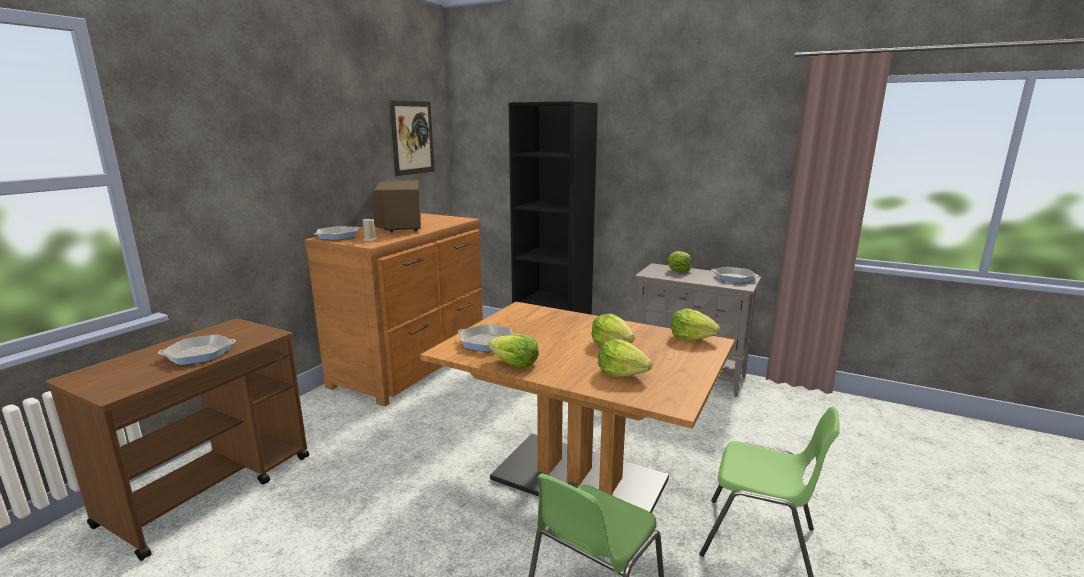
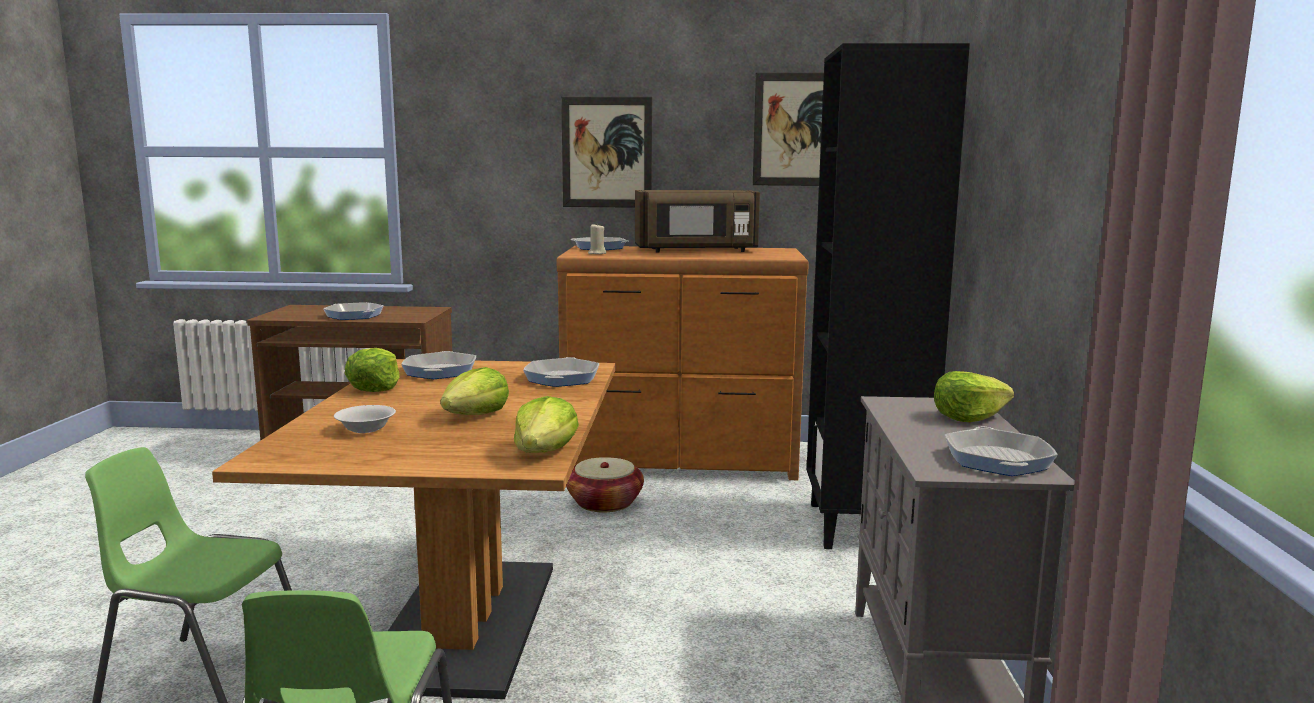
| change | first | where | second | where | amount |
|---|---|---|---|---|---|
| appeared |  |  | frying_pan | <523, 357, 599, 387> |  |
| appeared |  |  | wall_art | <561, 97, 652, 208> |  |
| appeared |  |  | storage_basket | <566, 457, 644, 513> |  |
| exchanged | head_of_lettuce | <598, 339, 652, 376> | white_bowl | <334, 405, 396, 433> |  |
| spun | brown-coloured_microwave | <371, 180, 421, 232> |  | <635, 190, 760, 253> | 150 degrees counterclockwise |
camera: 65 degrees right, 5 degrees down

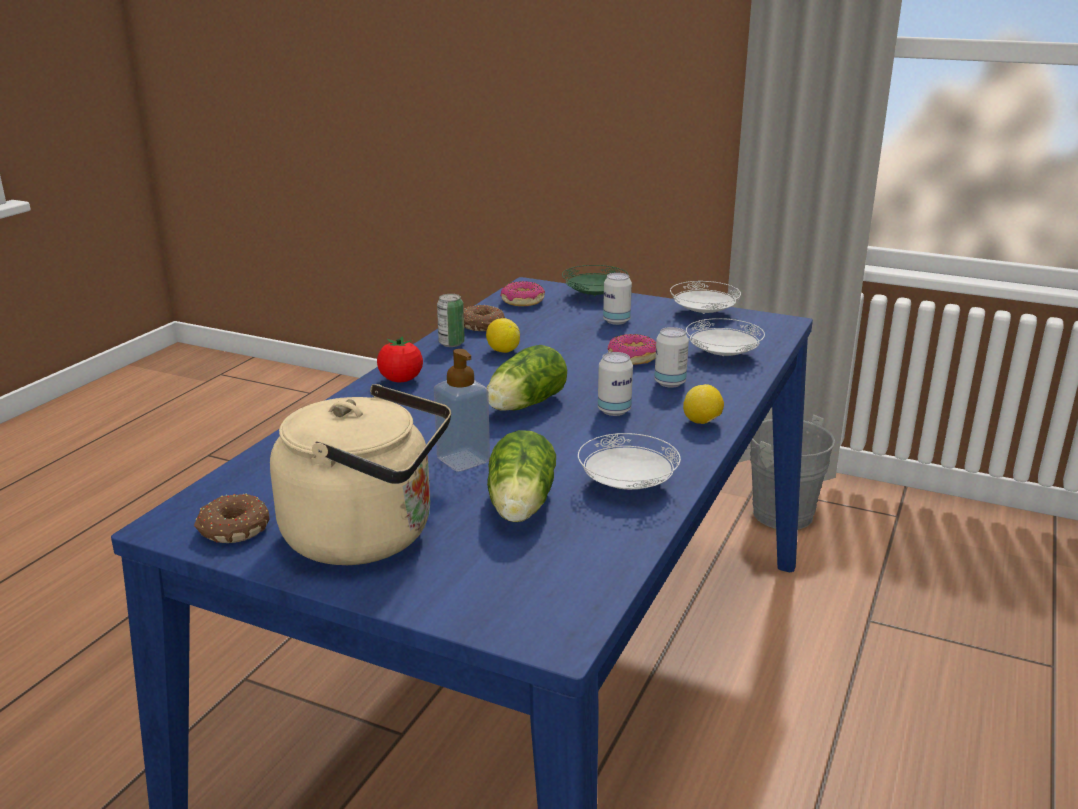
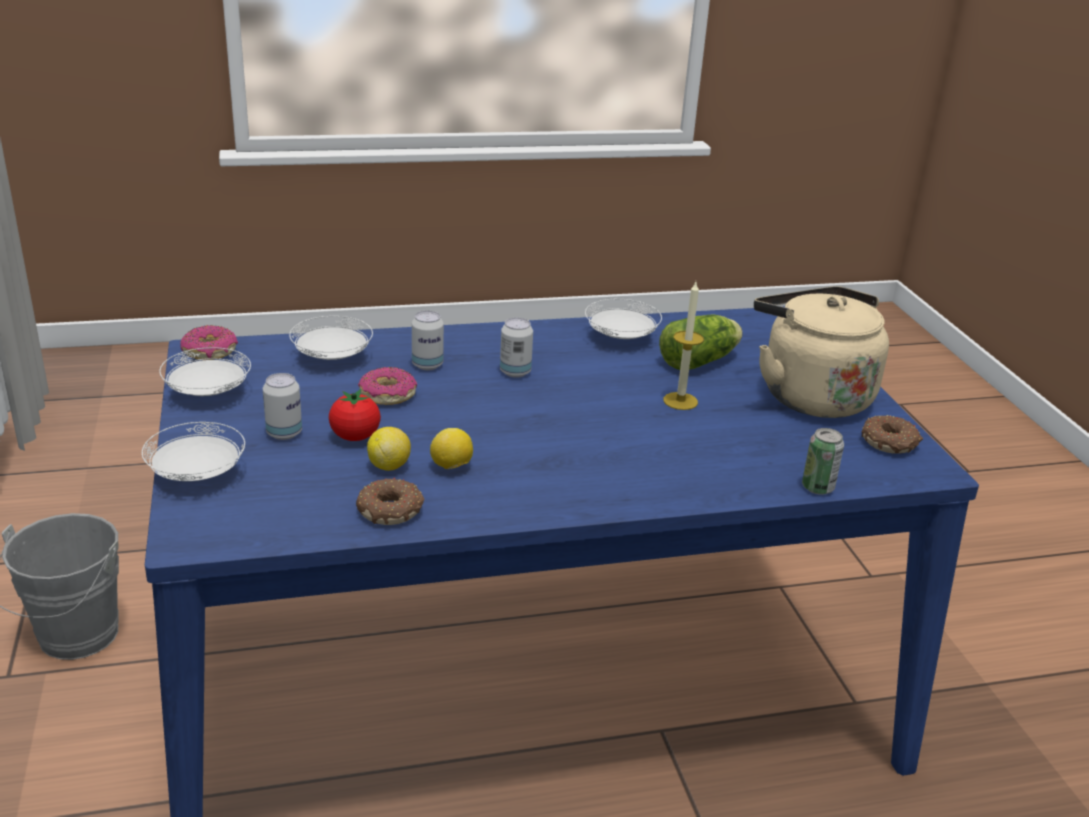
| change | first | where | second | where | amount |
|---|---|---|---|---|---|
| missing | head_of_lettuce | <487, 345, 567, 411> |  |  |  |
| relocated | whole_tomato | <377, 336, 423, 382> |  | <329, 389, 381, 441> |  |
| relocated | can | <437, 294, 465, 347> |  | <802, 428, 844, 495> |  |
| relocated | doughnut | <500, 281, 545, 306> |  | <180, 325, 238, 360> |  |
| relocated | citrus_fruit | <683, 384, 724, 424> |  | <367, 427, 411, 471> |  |
| exchanged | soap_bottle | <434, 349, 490, 472> | candle | <663, 282, 704, 410> |  |
| colour | green_flat_dish | <562, 265, 629, 296> | white_flat_dish | <142, 422, 245, 481> |  |
camera: 130 degrees left, 5 degrees up

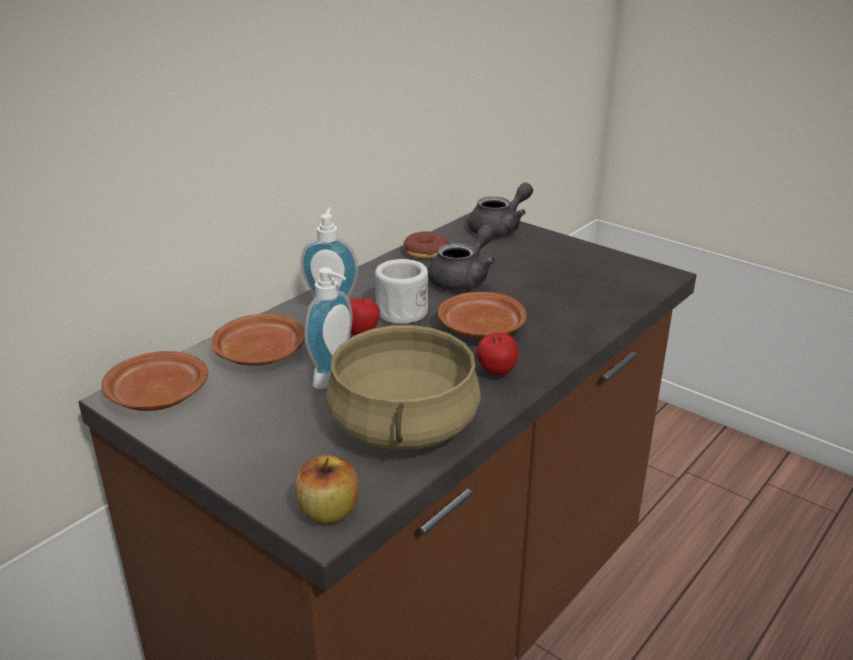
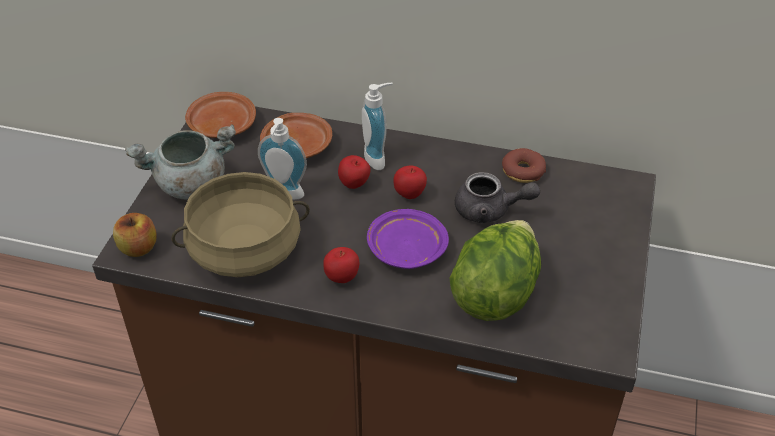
| change | first | where | second | where | amount |
|---|---|---|---|---|---|
| missing | greyish_pot_for_tea | <468, 183, 533, 237> |  |  |  |
| appeared |  |  | greyish_stockpot | <125, 124, 236, 199> |  |
| appeared |  |  | head_of_lettuce | <449, 220, 541, 321> |  |
| exchanged | white_coffee_mug | <375, 259, 428, 324> | apple | <394, 165, 427, 199> |  |
| colour | brown-coloured_flat_dish | <438, 292, 527, 339> | purple-coloured_flat_dish | <367, 209, 449, 269> |  |
camera: 65 degrees right, 15 degrees up

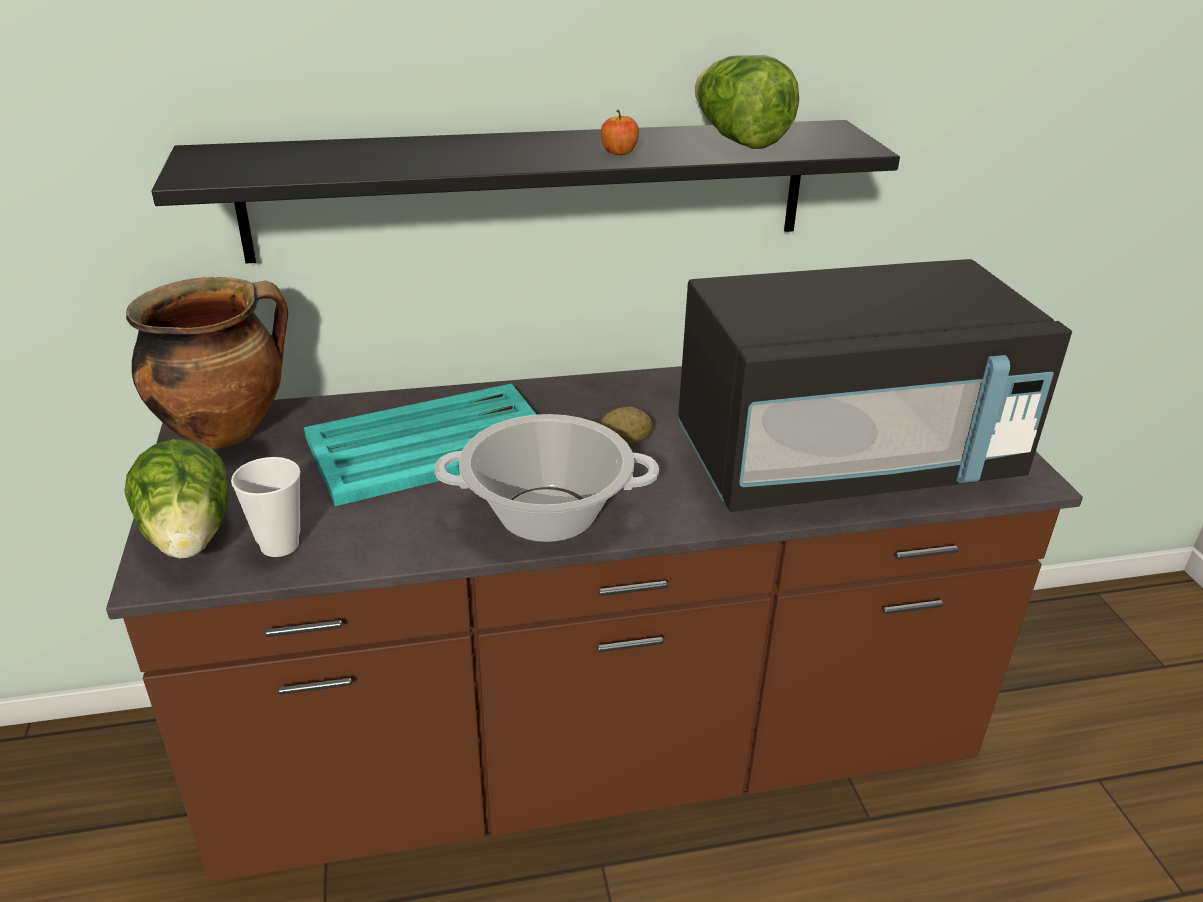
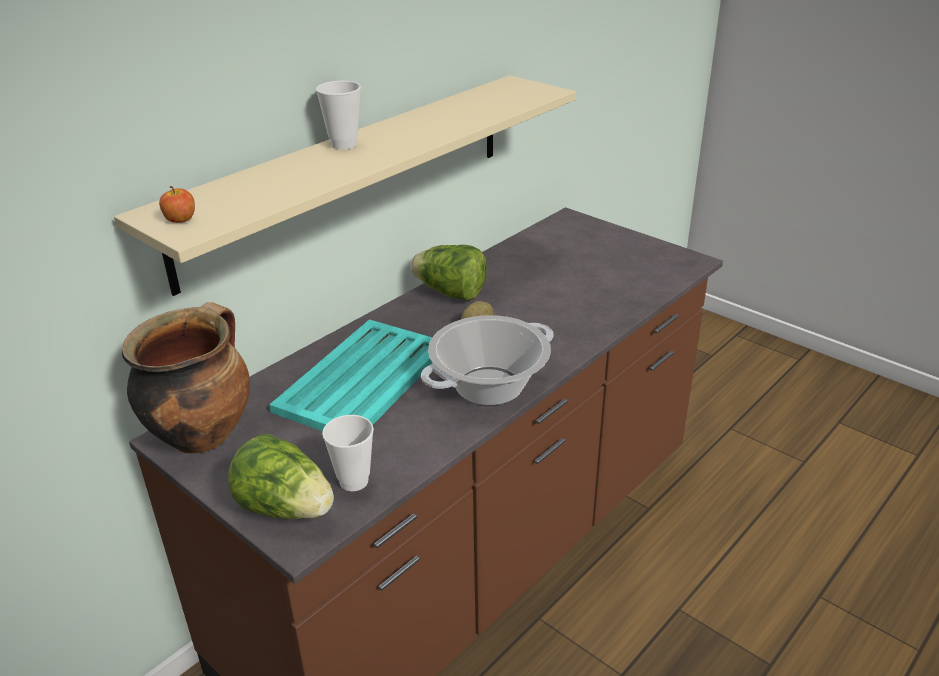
| change | first | where | second | where | amount |
|---|---|---|---|---|---|
| missing | black-coloured_microwave | <678, 259, 1072, 512> |  |  |  |
| appeared |  |  | small_cup | <316, 81, 361, 149> |  |
| relocated | apple | <601, 110, 639, 155> |  | <159, 186, 195, 223> |  |
| relocated | head_of_lettuce | <695, 55, 799, 149> |  | <411, 245, 487, 300> |  |
| colour | black-coloured_shelf | <152, 120, 900, 263> | beige_shelf | <114, 75, 576, 296> |  |
camera: 35 degrees left, 0 degrees up

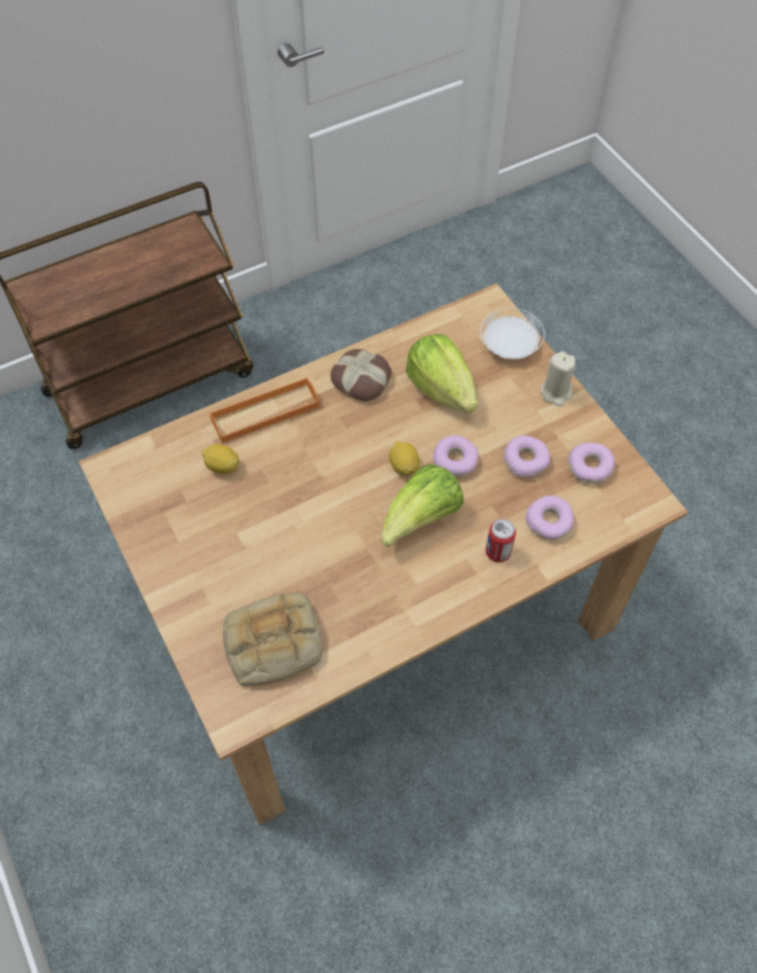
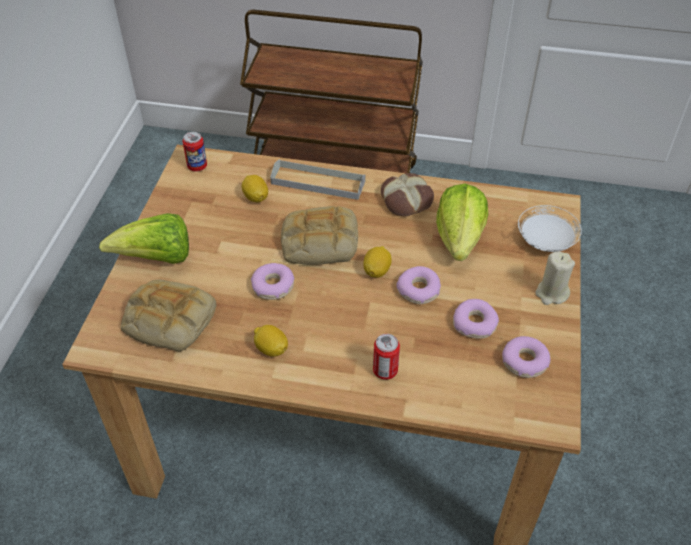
| change | first | where | second | where | amount |
|---|---|---|---|---|---|
| appeared |  |  | can | <183, 132, 207, 171> |  |
| appeared |  |  | citrus_fruit | <254, 325, 288, 357> |  |
| appeared |  |  | bread | <281, 206, 358, 265> |  |
| relocated | head_of_lettuce | <381, 464, 464, 547> |  | <99, 213, 189, 264> |  |
| relocated | doughnut | <525, 496, 574, 540> |  | <251, 263, 295, 300> |  |
| colour | orangey_carrying_tray | <209, 377, 320, 443> | greyish_carrying_tray | <270, 159, 366, 200> |  |
camera: 40 degrees right, 10 degrees down

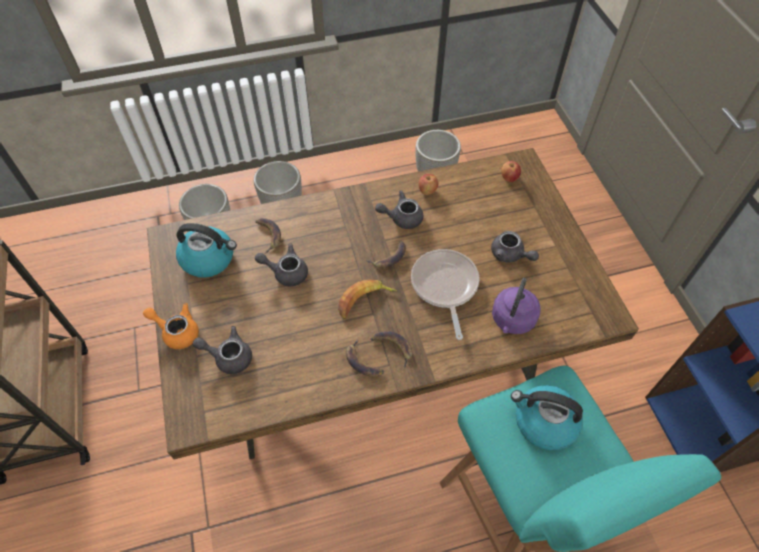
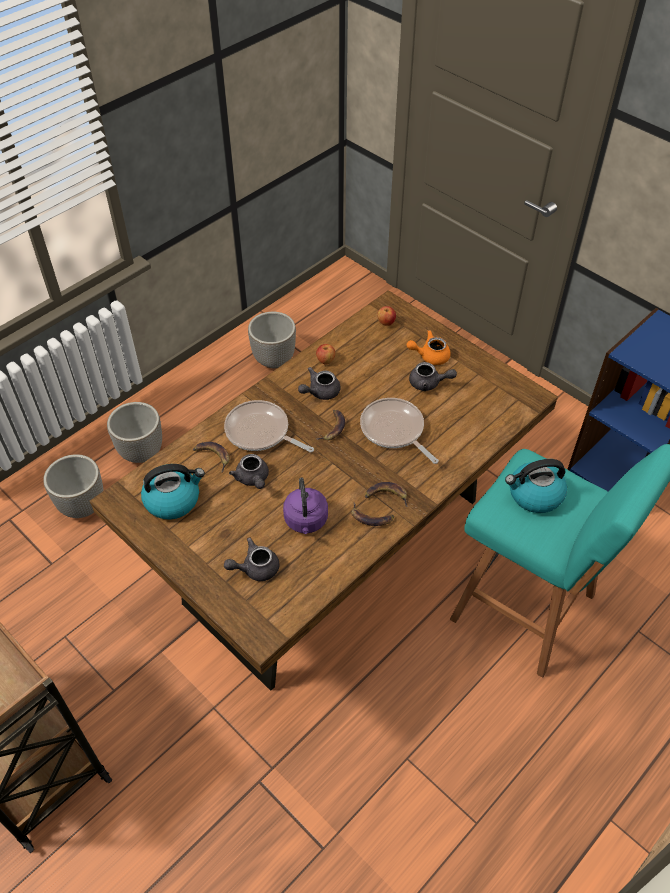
| change | first | where | second | where | amount |
|---|---|---|---|---|---|
| missing | whole_banana | <338, 280, 397, 319> |  |  |  |
| appeared |  |  | frying_pan | <224, 400, 314, 452> |  |
| relocated | orangey_pot_for_tea | <143, 303, 199, 349> |  | <406, 330, 451, 365> |  |
| relocated | purple-coloured_tea_kettle | <492, 278, 541, 334> |  | <283, 477, 328, 534> |  |
| spun | greyish_pot_for_tea | <255, 244, 308, 287> |  | <229, 454, 269, 489> | 90 degrees counterclockwise |
camera: 30 degrees left, 5 degrees down

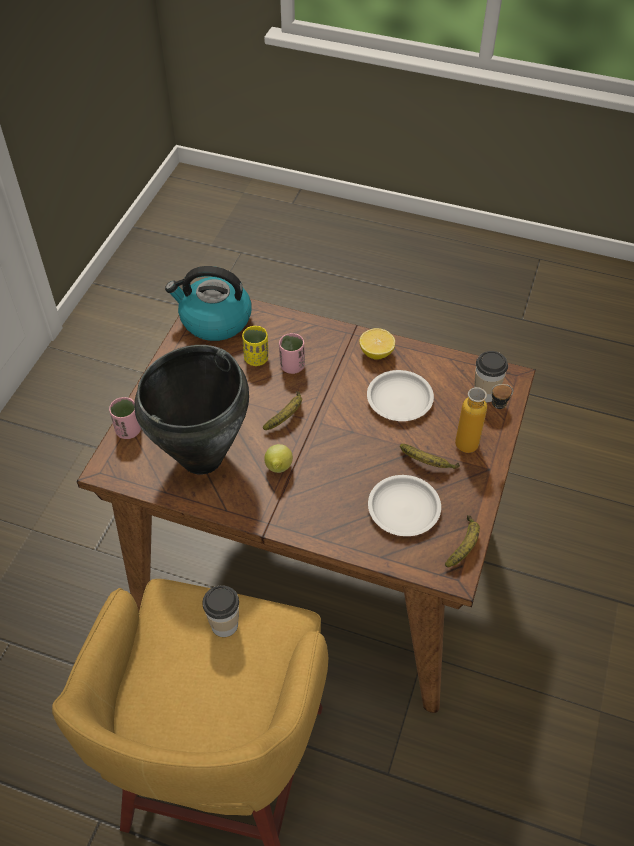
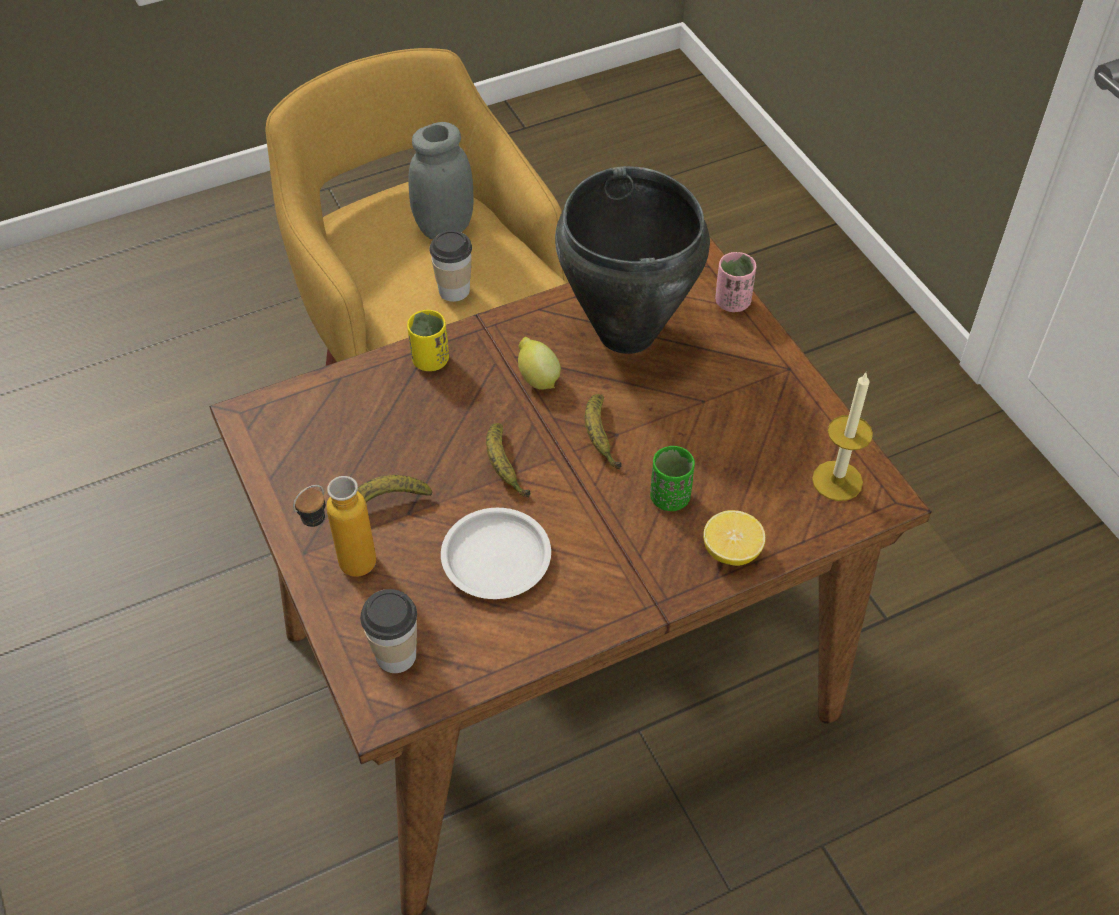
| change | first | where | second | where | amount |
|---|---|---|---|---|---|
| missing | white_flat_dish | <368, 475, 441, 536> |  |  |  |
| appeared |  |  | greyish_jar | <408, 122, 473, 239> |  |
| relocated | yellowish_small_cup | <242, 326, 268, 366> |  | <407, 310, 449, 371> |  |
| relocated | citrus_fruit | <360, 328, 395, 360> |  | <703, 510, 765, 566> |  |
| relocated | whole_banana | <445, 515, 480, 567> |  | <486, 423, 530, 498> |  |
| exchanged | tea_kettle | <165, 266, 252, 341> | candle | <812, 373, 873, 501> |  |
| colour | pink-coloured_small_cup | <279, 333, 305, 374> | green_small_cup | <650, 446, 695, 511> |  |
camera: 135 degrees right, 0 degrees up

